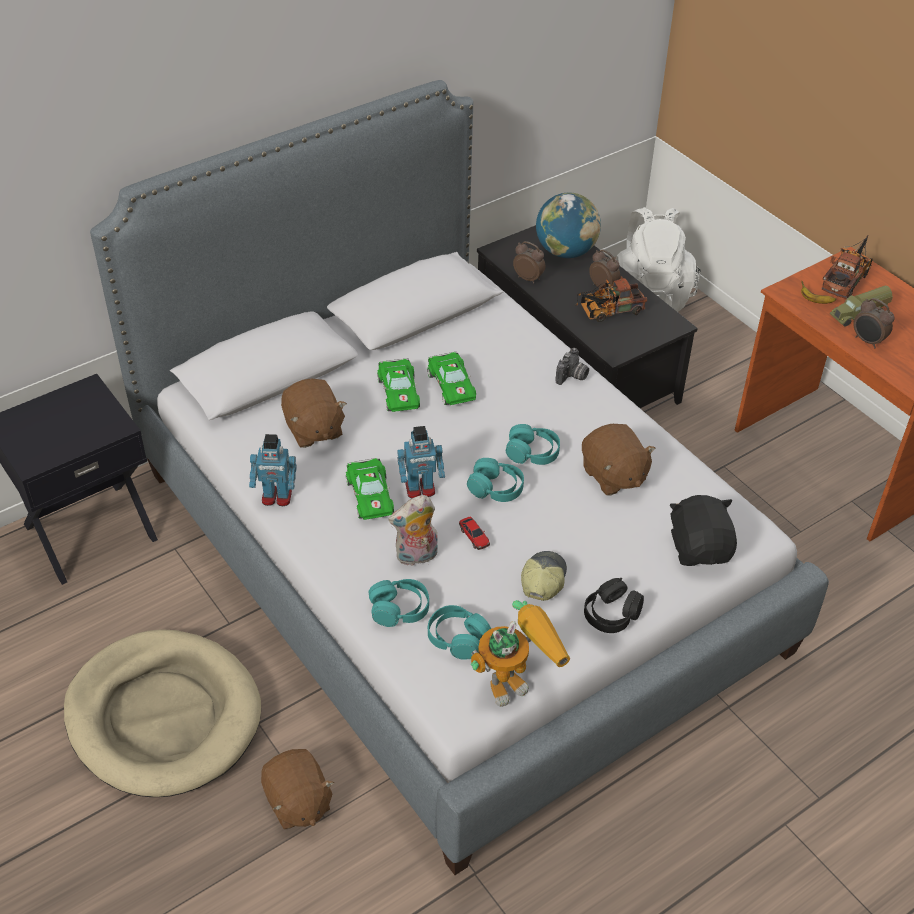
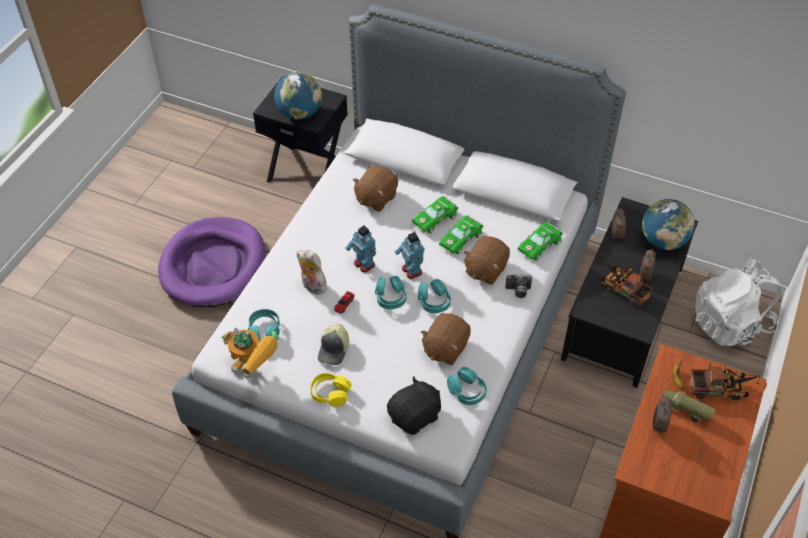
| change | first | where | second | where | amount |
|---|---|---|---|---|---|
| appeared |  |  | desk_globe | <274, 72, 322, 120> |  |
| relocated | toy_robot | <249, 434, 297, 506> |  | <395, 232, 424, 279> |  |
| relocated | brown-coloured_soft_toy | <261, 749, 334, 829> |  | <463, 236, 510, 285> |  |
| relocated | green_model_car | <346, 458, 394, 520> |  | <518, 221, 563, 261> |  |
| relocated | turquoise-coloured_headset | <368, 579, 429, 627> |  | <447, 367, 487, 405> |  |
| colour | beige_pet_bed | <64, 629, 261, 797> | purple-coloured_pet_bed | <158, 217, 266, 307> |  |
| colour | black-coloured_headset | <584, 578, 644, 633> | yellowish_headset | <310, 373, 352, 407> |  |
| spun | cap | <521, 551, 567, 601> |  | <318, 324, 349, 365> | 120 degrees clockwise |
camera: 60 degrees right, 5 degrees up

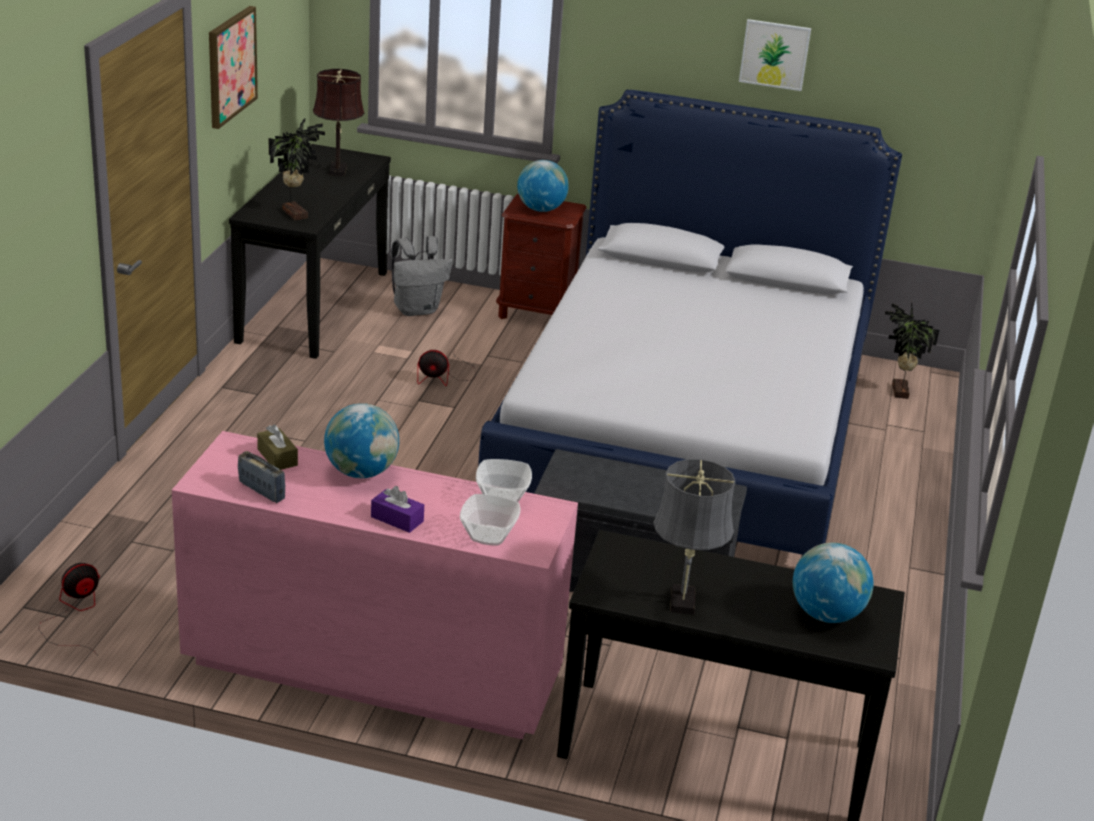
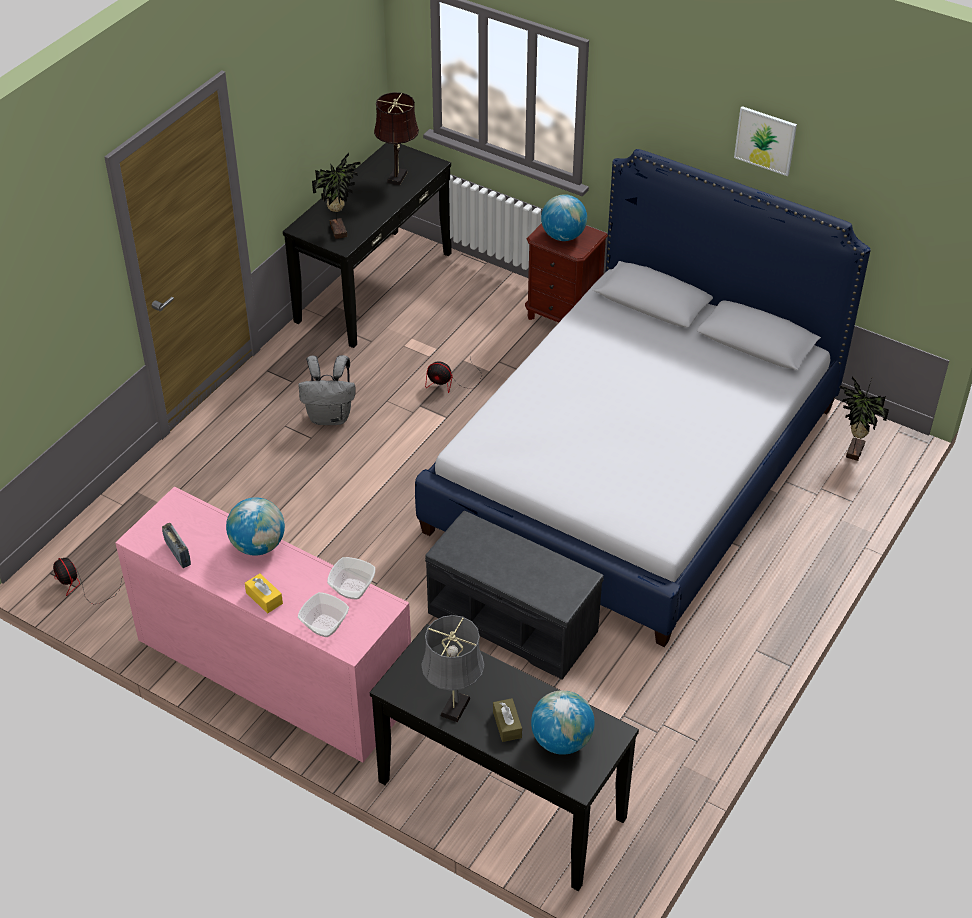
| change | first | where | second | where | amount |
|---|---|---|---|---|---|
| missing | wall_art | <209, 6, 258, 129> |  |  |  |
| relocated | brown-coloured_tissue_box | <257, 424, 298, 470> |  | <493, 698, 522, 742> |  |
| relocated | greyish_rucksack | <391, 236, 452, 316> |  | <299, 355, 355, 425> |  |
| colour | purple-coloured_tissue_box | <371, 486, 424, 533> | yellowish_tissue_box | <245, 573, 283, 613> |  |
| spun | cooling_fan | <39, 563, 100, 657> |  | <53, 558, 122, 604> | 105 degrees counterclockwise |
camera: 20 degrees right, 15 degrees up

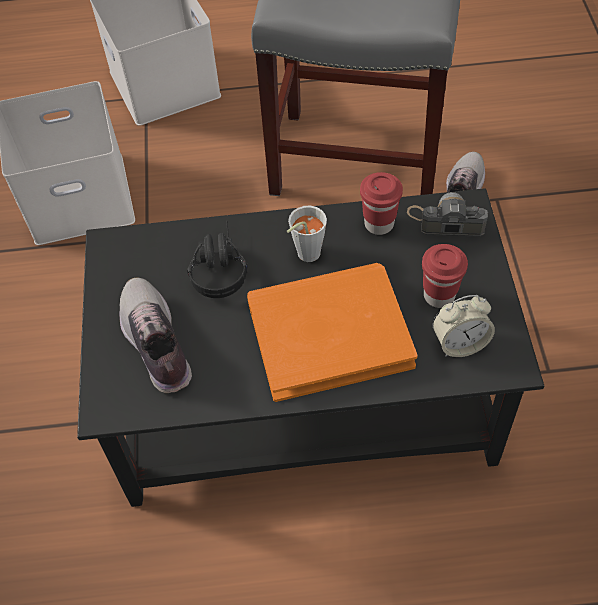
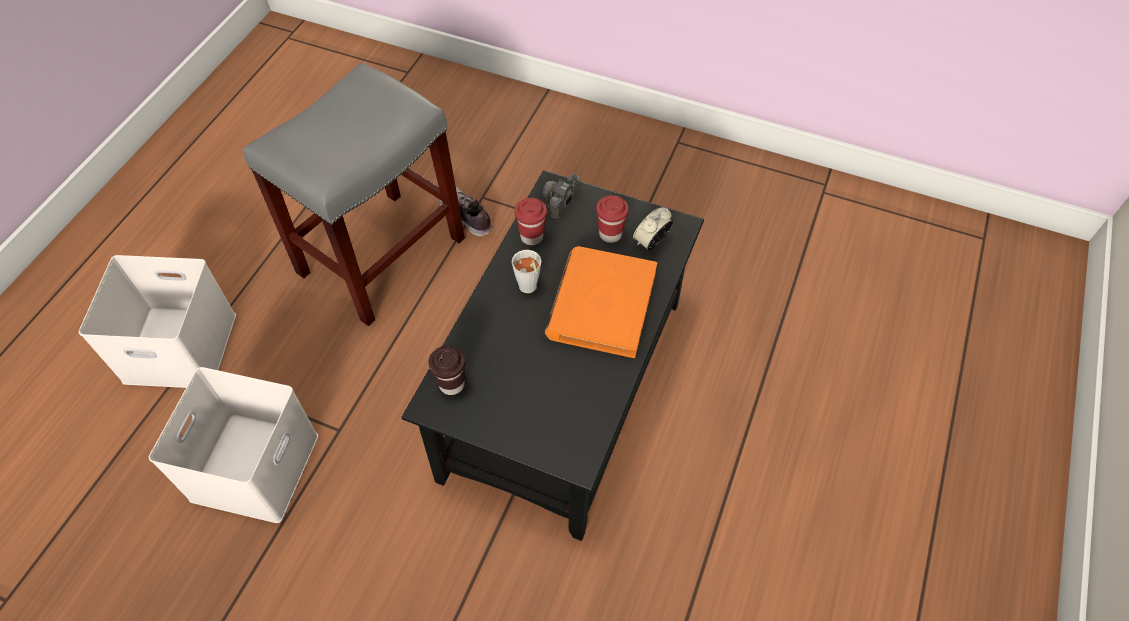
| change | first | where | second | where | amount |
|---|---|---|---|---|---|
| missing | shoe | <120, 277, 192, 393> |  |  |  |
| missing | black-coloured_headset | <187, 221, 248, 298> |  |  |  |
| appeared |  |  | brown-coloured_small_cup | <428, 345, 465, 395> |  |
| spun | bedside_clock | <433, 295, 495, 357> |  | <633, 207, 673, 250> | 150 degrees counterclockwise |
camera: 65 degrees left, 0 degrees up

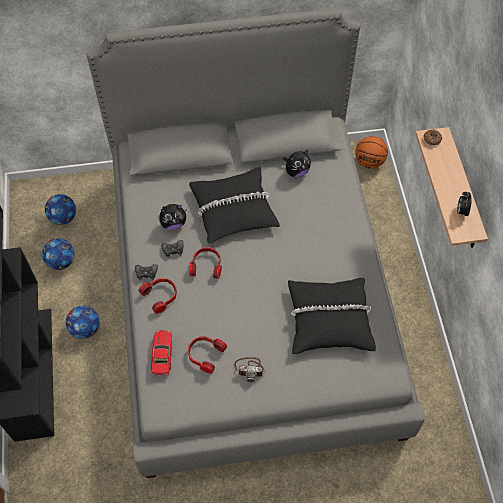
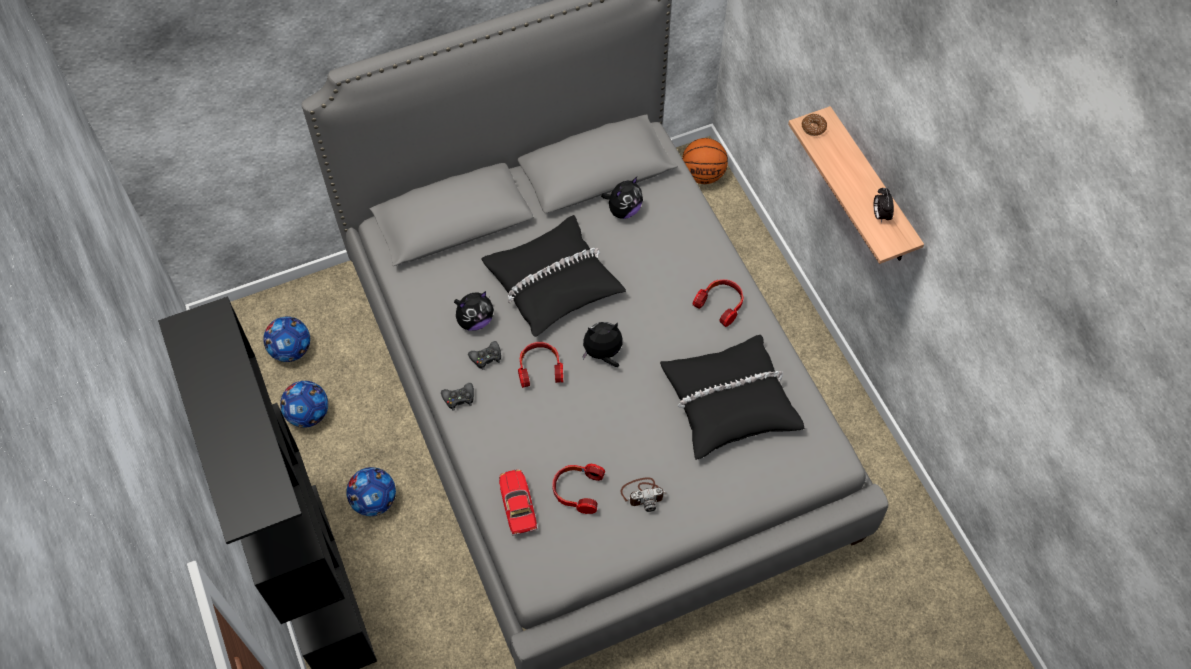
| change | first | where | second | where | amount |
|---|---|---|---|---|---|
| appeared |  |  | soft_toy | <583, 322, 623, 367> |  |
| relocated | headset | <139, 278, 177, 314> |  | <693, 279, 744, 327> |  |
camera: 15 degrees left, 0 degrees up

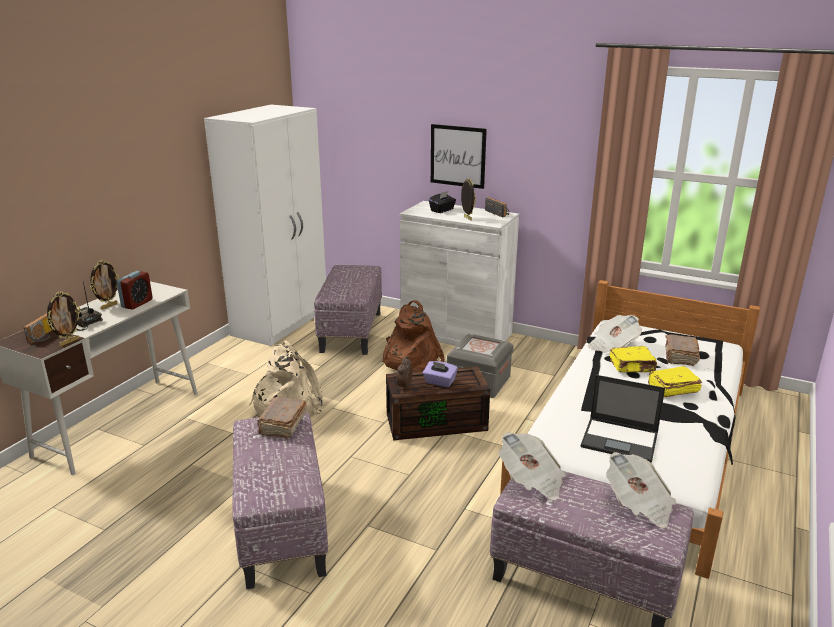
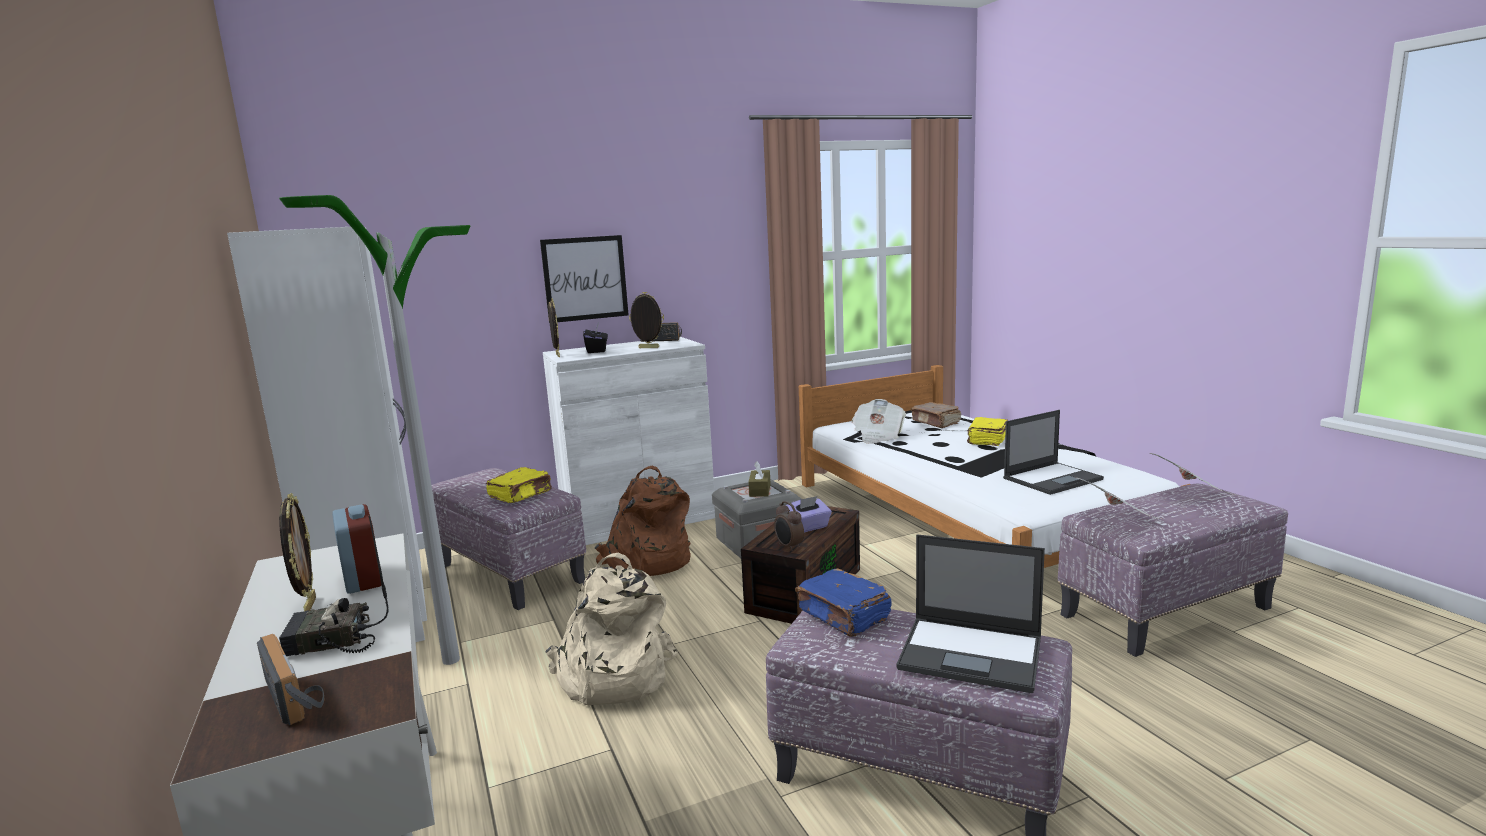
| change | first | where | second | where | amount |
|---|---|---|---|---|---|
| appeared |  |  | standing_lamp | <279, 195, 470, 665> |  |
| appeared |  |  | brown-coloured_tissue_box | <748, 462, 770, 497> |  |
| appeared |  |  | notebook_computer | <896, 534, 1045, 693> |  |
| relocated | picture_frame | <47, 291, 81, 346> |  | <548, 298, 560, 357> |  |
| relocated | yellowish_bound_book | <609, 346, 657, 372> |  | <486, 467, 552, 503> |  |
| colour | brown-coloured_bound_book | <257, 397, 307, 439> | bluish_bound_book | <795, 568, 892, 637> |  |
camera: 50 degrees left, 10 degrees down

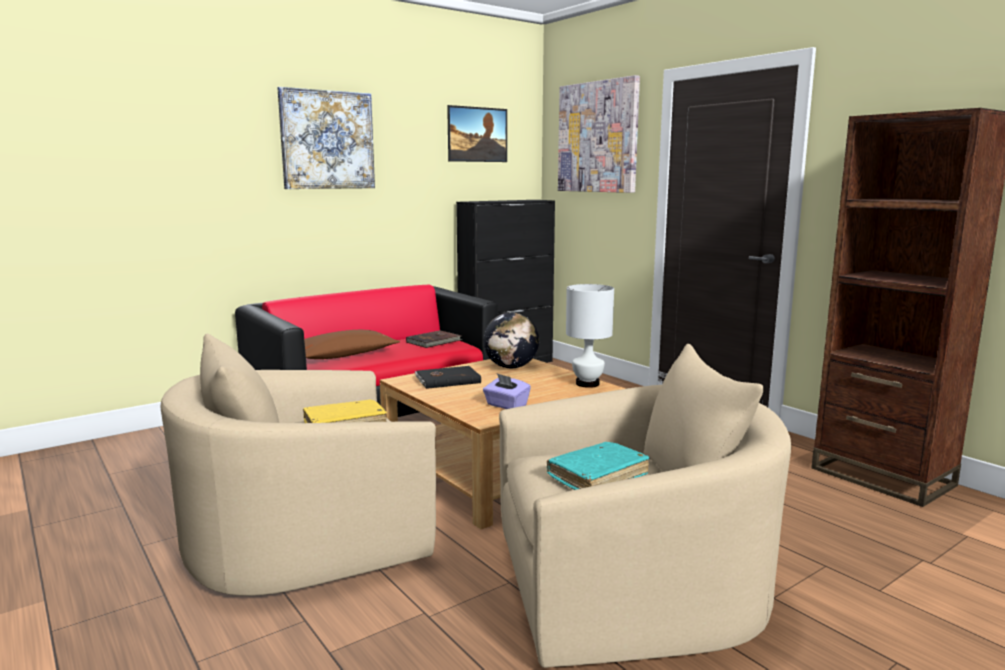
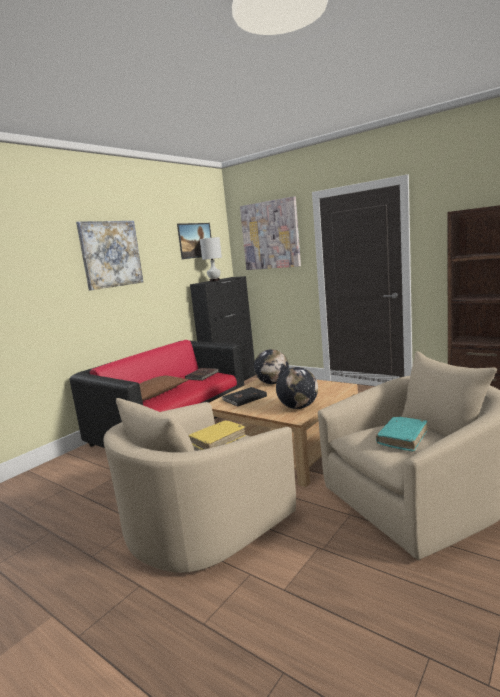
| change | first | where | second | where | amount |
|---|---|---|---|---|---|
| relocated | white_tabletop_lamp | <566, 284, 614, 388> |  | <200, 237, 222, 281> |  |
| exchanged | purple-coloured_tissue_box | <483, 373, 531, 409> | desk_globe | <276, 367, 318, 409> |  |
camera: 15 degrees left, 0 degrees up

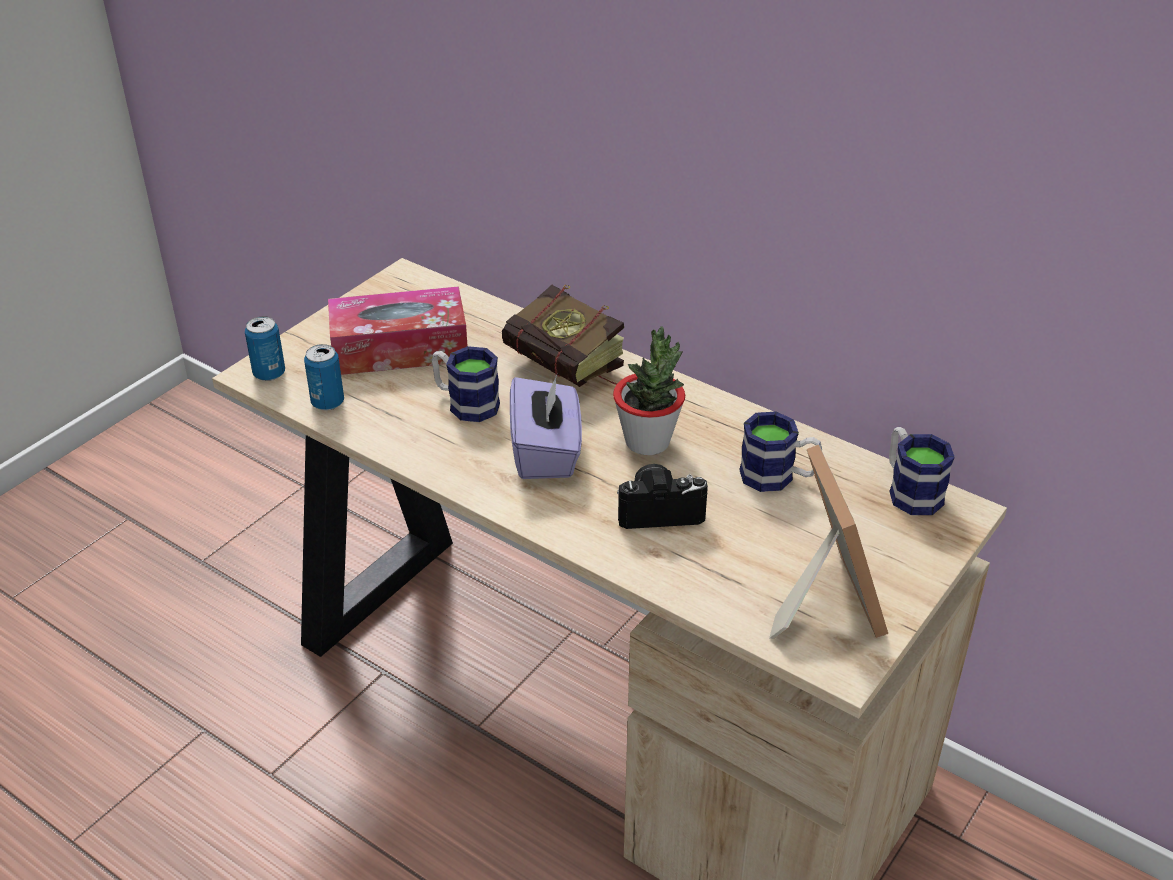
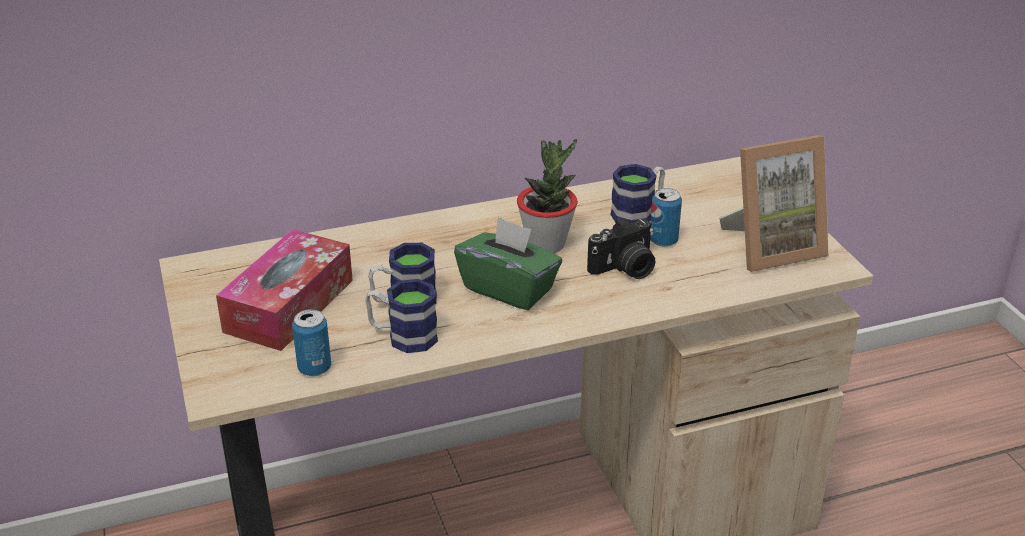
| change | first | where | second | where | amount |
|---|---|---|---|---|---|
| missing | bound_book | <502, 285, 624, 387> |  |  |  |
| relocated | can | <245, 316, 285, 381> |  | <650, 188, 682, 247> |  |
| relocated | coffee_mug | <889, 427, 955, 515> |  | <365, 279, 438, 353> |  |
| colour | purple-coloured_tissue_box | <510, 375, 582, 479> | green_tissue_box | <454, 217, 562, 310> |  |
| spun | photo_camera | <617, 464, 708, 529> |  | <587, 218, 655, 279> | 150 degrees counterclockwise |
| spun | picture_frame | <769, 445, 888, 639> |  | <719, 135, 828, 272> | 135 degrees clockwise |
camera: 55 degrees left, 5 degrees down

